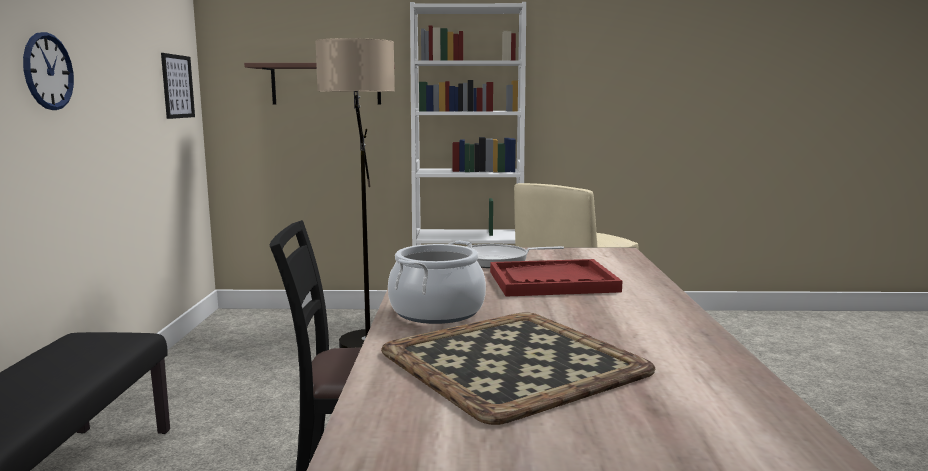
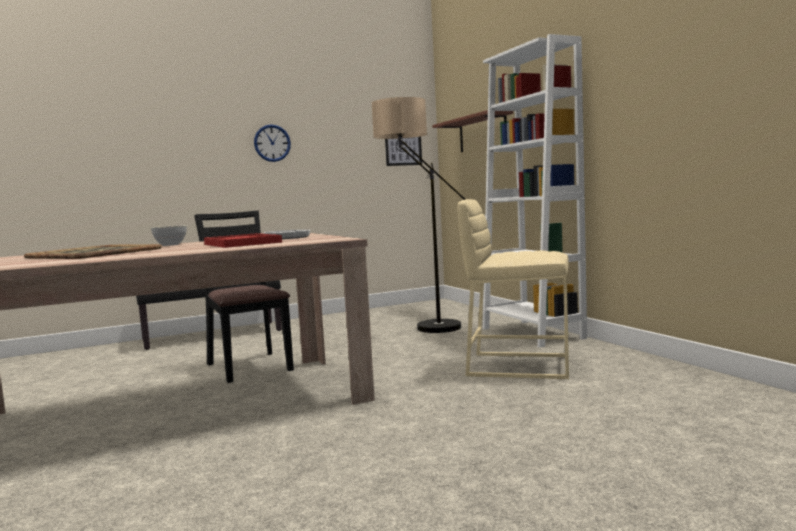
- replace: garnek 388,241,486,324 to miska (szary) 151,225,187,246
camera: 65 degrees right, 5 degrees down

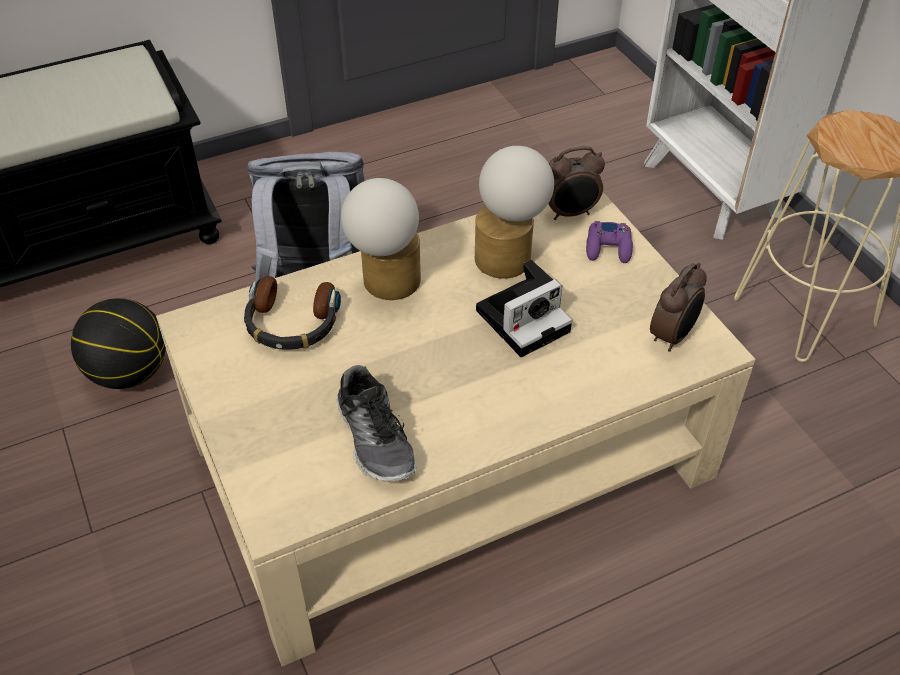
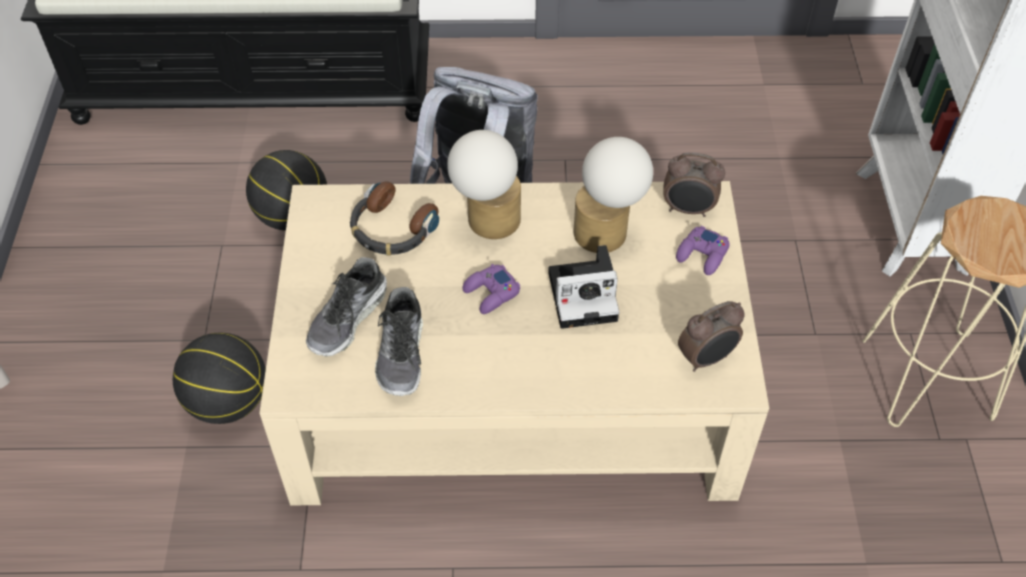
- insert: piłka do koszykówki 173,333,266,424
- insert: but 306,257,387,356
- insert: pad do gier (fioletowy) 462,264,520,314
camera: 25 degrees right, 5 degrees up

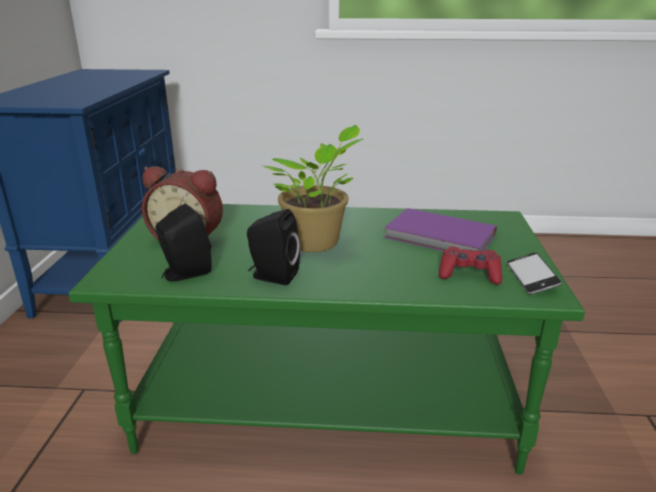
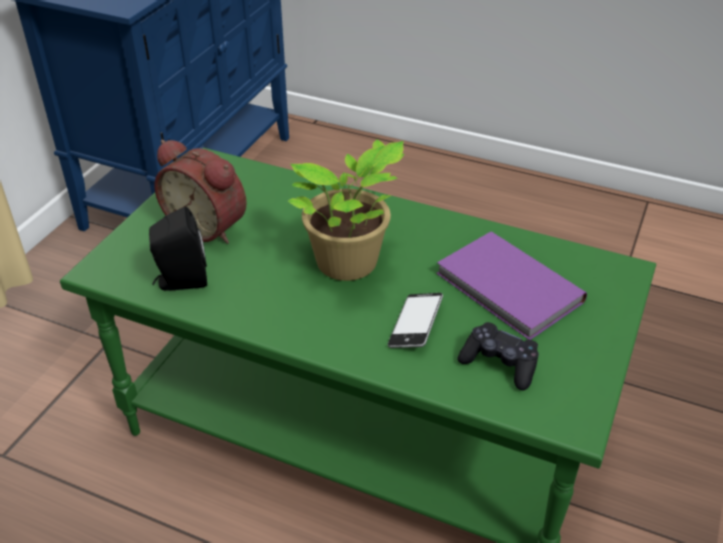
- delete: głośnik (czarny) 247,209,300,285
- move: telefon 507,252,562,295 to 388,293,443,348
- recolor: pad do gier (czerwony) 439,247,502,284 to pad do gier (czarny) 457,322,539,391
camera: 20 degrees right, 15 degrees up

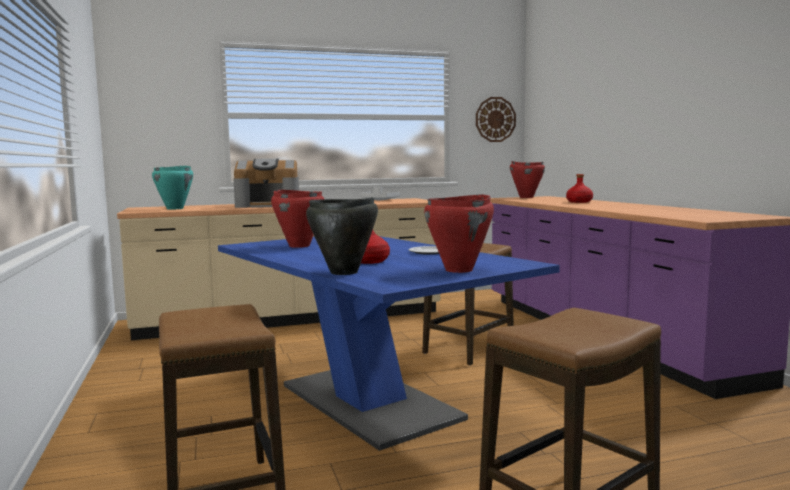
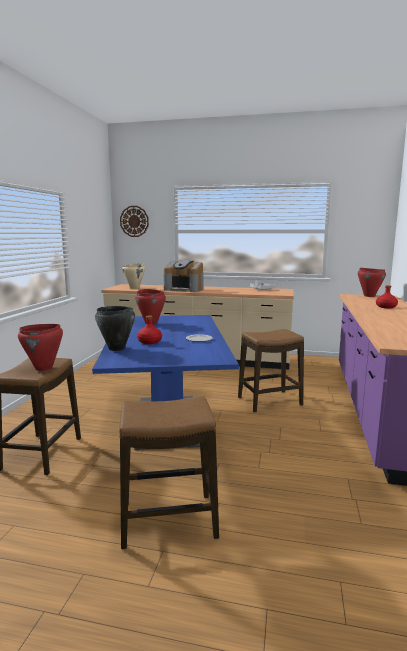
- move: garnek (czerwony) 424,194,494,273 to 18,324,63,371
- move: zegar ścienny 476,97,516,142 to 120,206,149,237
- recolor: garnek (turkusowy) 152,166,193,210 to garnek (beżowy) 122,263,145,289
camera: 30 degrees right, 5 degrees up

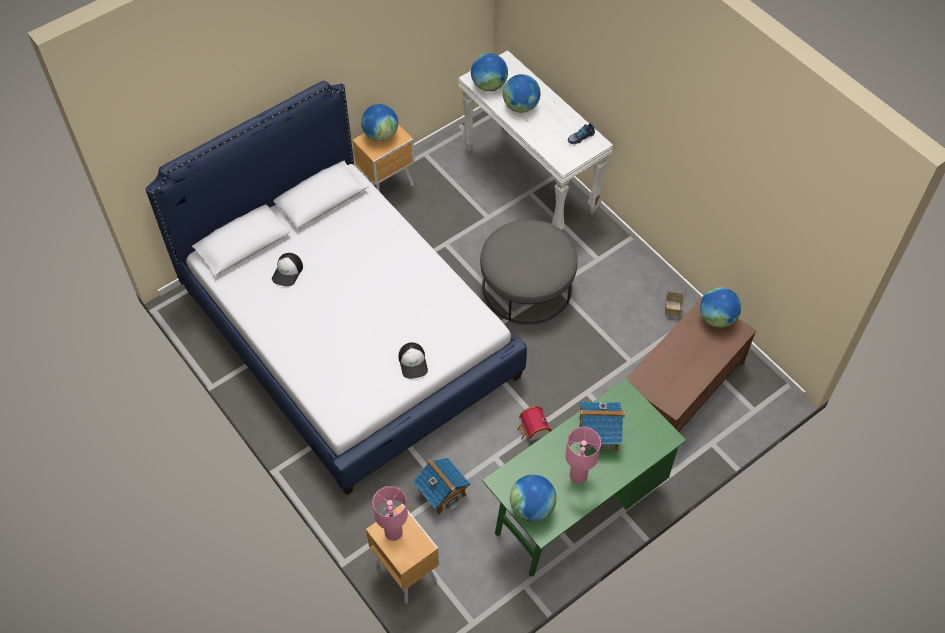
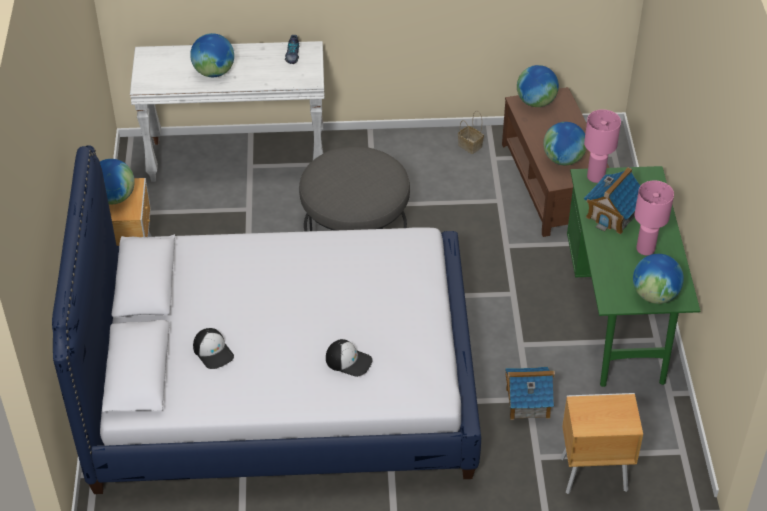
- delete: domek 517,406,552,442
- move: lampa stołowa (różowy) 372,486,408,541 to 584,109,621,183
- move: czapka z daszkiem 399,342,428,379 to 326,339,373,377
- move: globus 471,53,508,91 to 543,122,586,165
camera: 55 degrees left, 10 degrees down

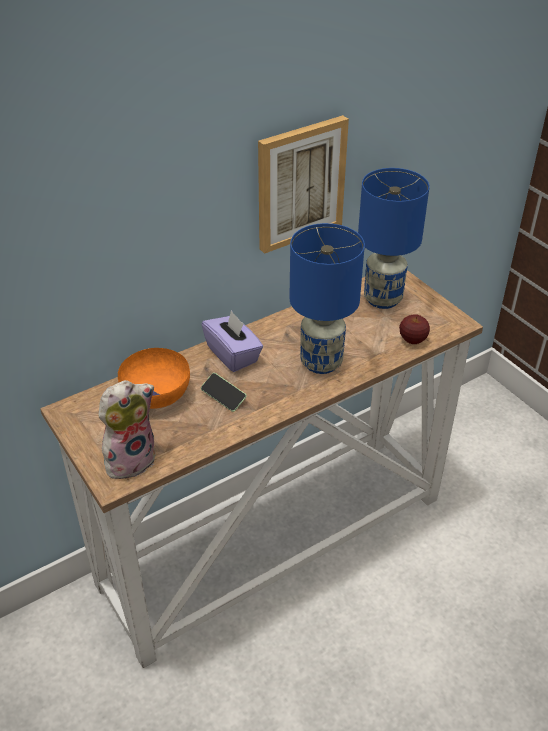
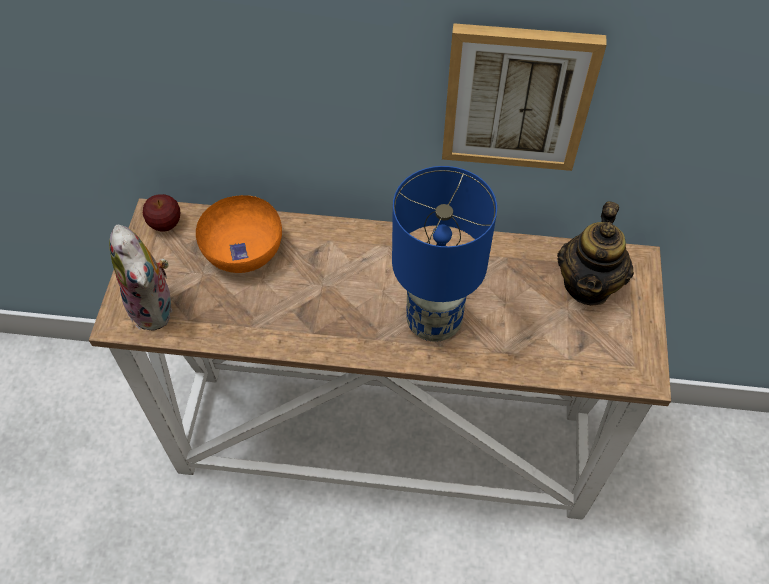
- delete: pudełko chusteczek (fioletowy) 201,310,263,372
- delete: telefon 201,373,247,412
- move: jabłko 399,314,430,344 to 143,194,180,232
- replace: lampa stołowa (niebieski) 358,168,430,309 to imbryk 557,201,634,306
- rotate: pluszak 99,380,156,479 = 109,225,172,330 60 degrees clockwise
camera: 40 degrees right, 15 degrees up

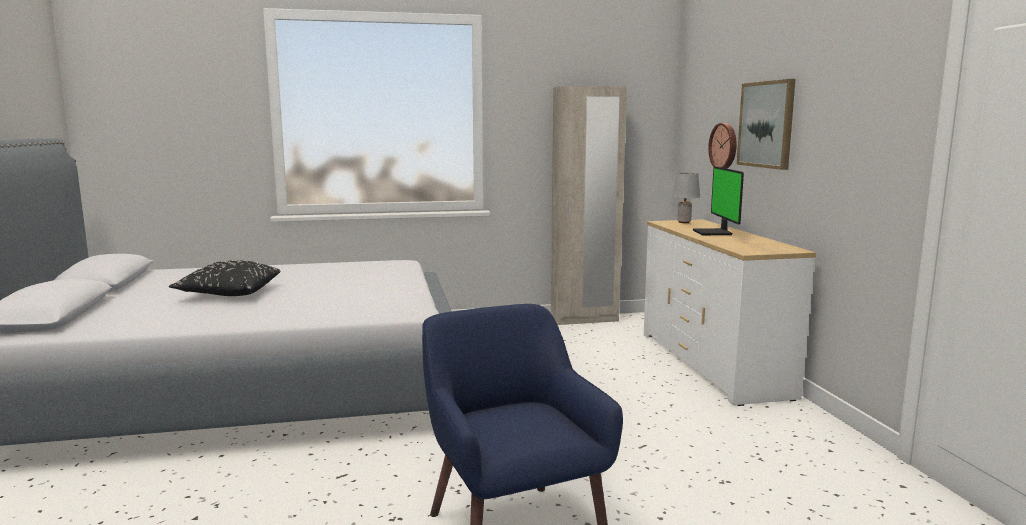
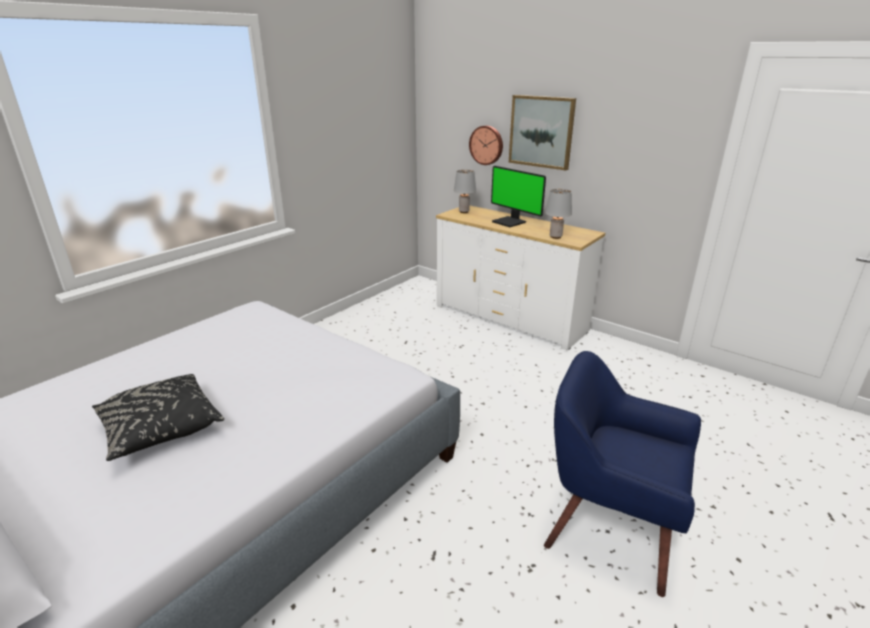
- delete: szafa (beżowy) 551,86,627,325
- insert: lampa stołowa (szary) 545,189,572,239
camera: 40 degrees left, 15 degrees up

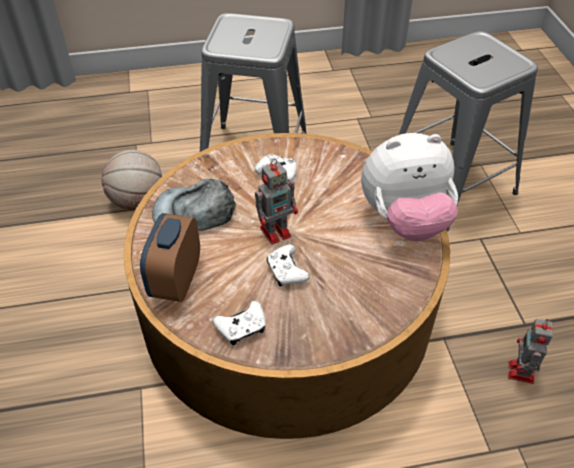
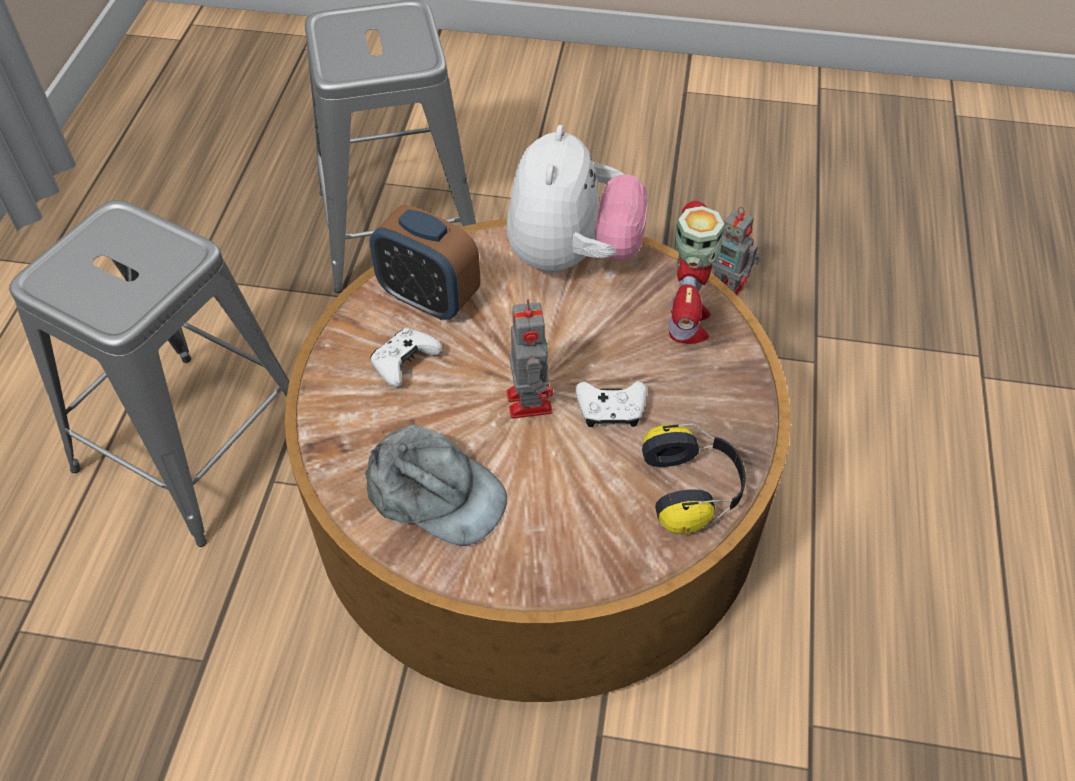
- delete: piłka do koszykówki 101,150,162,210
- insert: robot zabawkowy 669,201,725,344
- move: budzik 140,213,200,302 to 370,204,480,320
- replace: pad do gier (biały) 213,301,266,345 to słuchawki 642,423,746,534
- rotate: czapka z daszkiem (szary) 152,179,236,231 = 365,424,507,546 90 degrees counterclockwise
camera: 70 degrees left, 5 degrees up

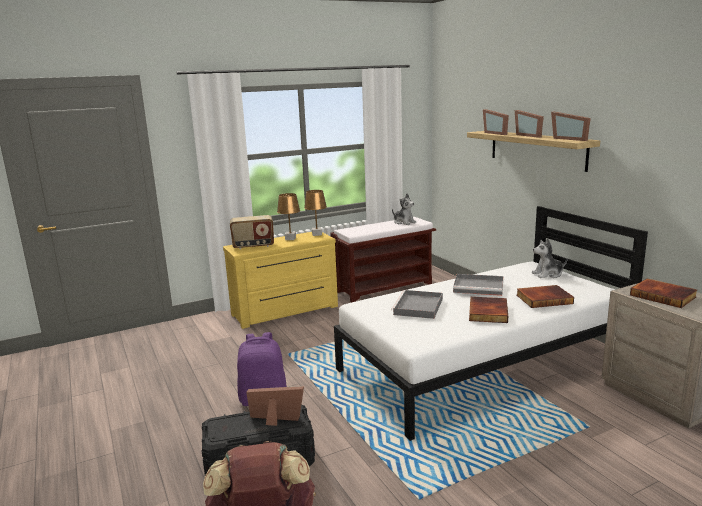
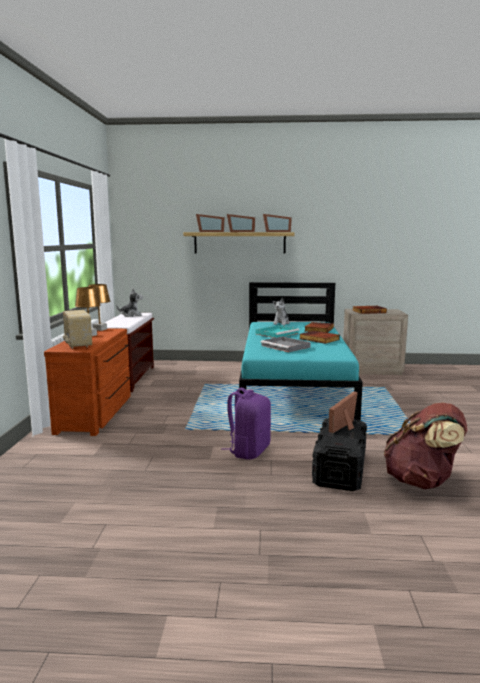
- recolor: komoda (żółty) 223,232,338,329 to komoda (brązowy) 44,328,131,436
- recolor: łóżko (biały) 334,206,648,441 to łóżko (turkusowy) 239,282,363,421
- recolor: taca (szary) 453,274,503,296 to taca (turkusowy) 255,325,299,338
- rotate: radio 230,215,274,249 = 63,310,92,349 135 degrees clockwise
camera: 60 degrees left, 5 degrees down

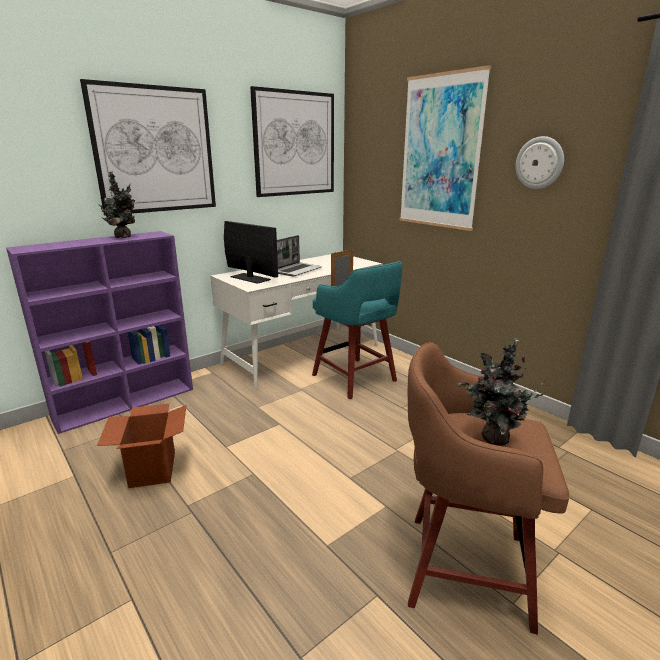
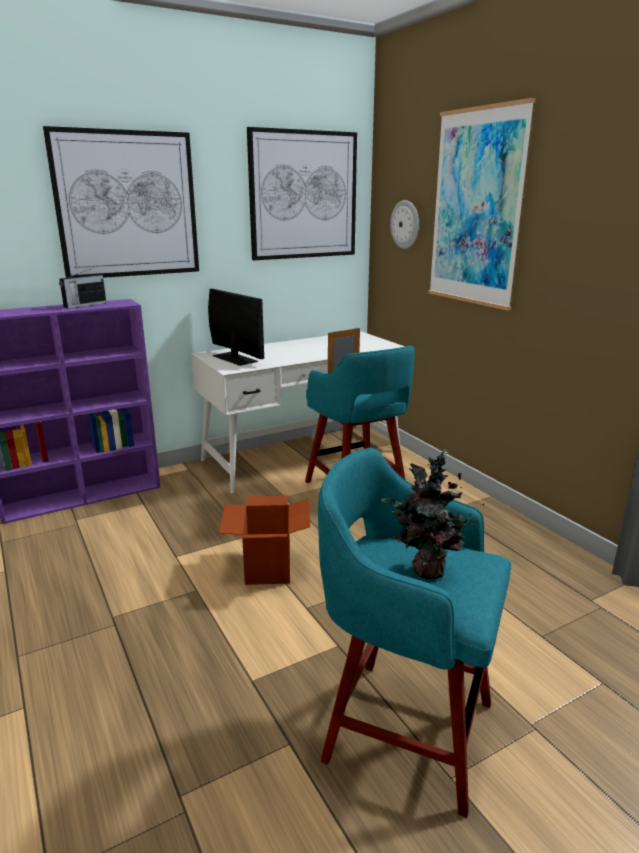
- delete: laptop 277,235,322,276
- move: karton 97,404,187,488 to 219,495,310,585
- move: zegar ścienny 515,136,564,189 to 390,200,419,249
- replace: roślina doniczkowa 98,172,135,238 to radio 59,267,106,308
- recolor: stołek (brązowy) 408,342,570,634 to stołek (turkusowy) 318,448,511,818
camera: 10 degrees right, 0 degrees up

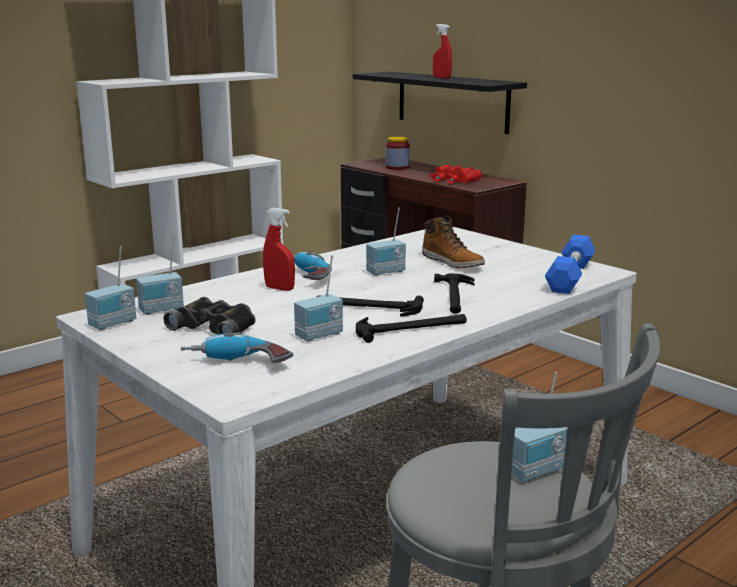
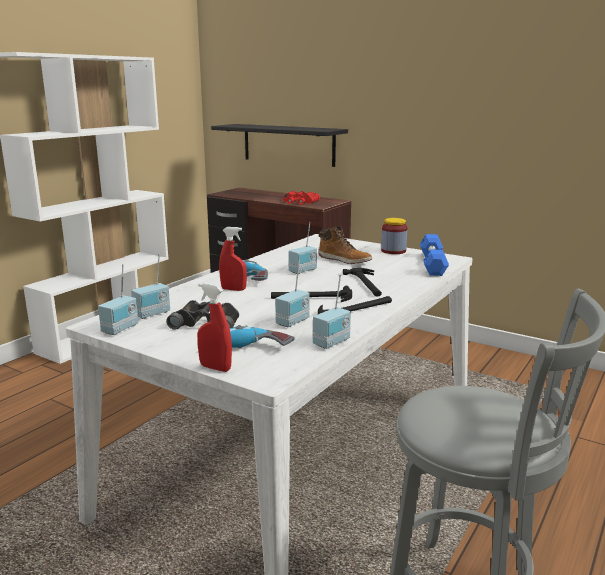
- move: słoik 386,136,410,170 to 381,218,408,254
- move: spryskiwacz (czerwony) 433,24,452,79 to 197,283,232,372
- move: radio 511,372,568,482 to 313,275,351,349
camera: 15 degrees left, 0 degrees up

